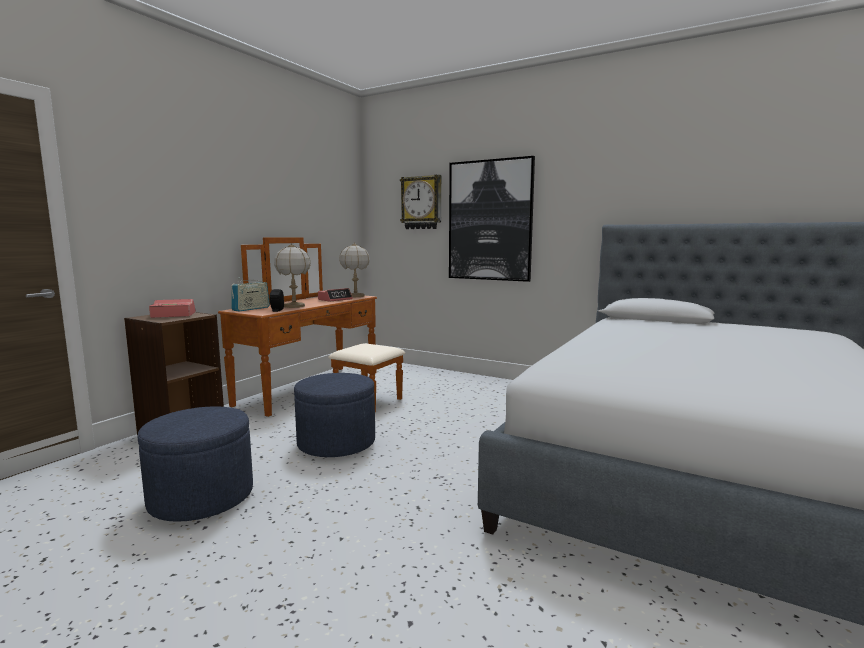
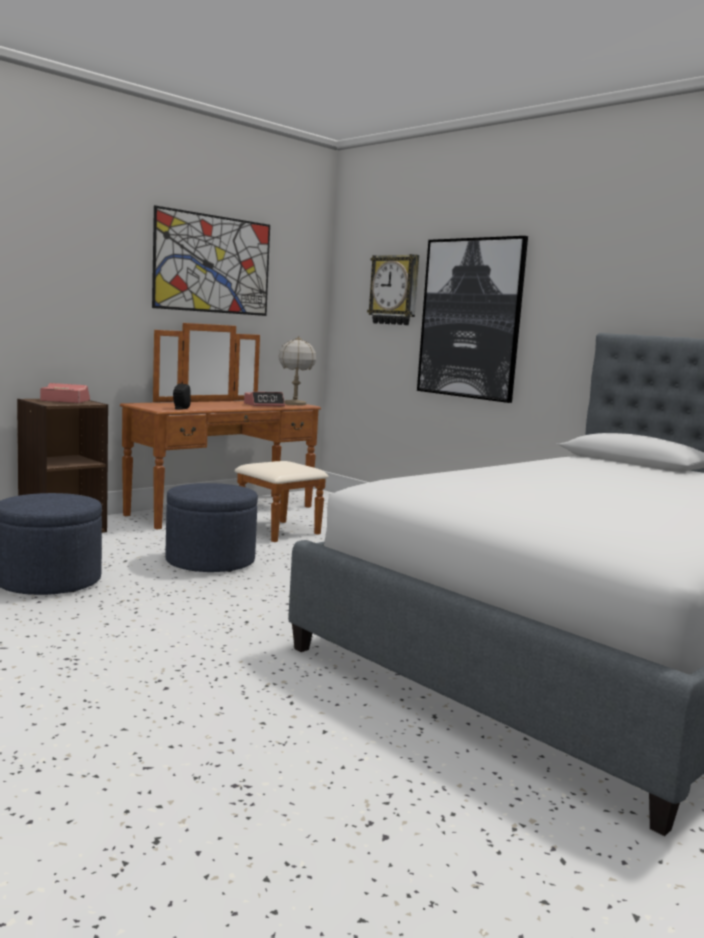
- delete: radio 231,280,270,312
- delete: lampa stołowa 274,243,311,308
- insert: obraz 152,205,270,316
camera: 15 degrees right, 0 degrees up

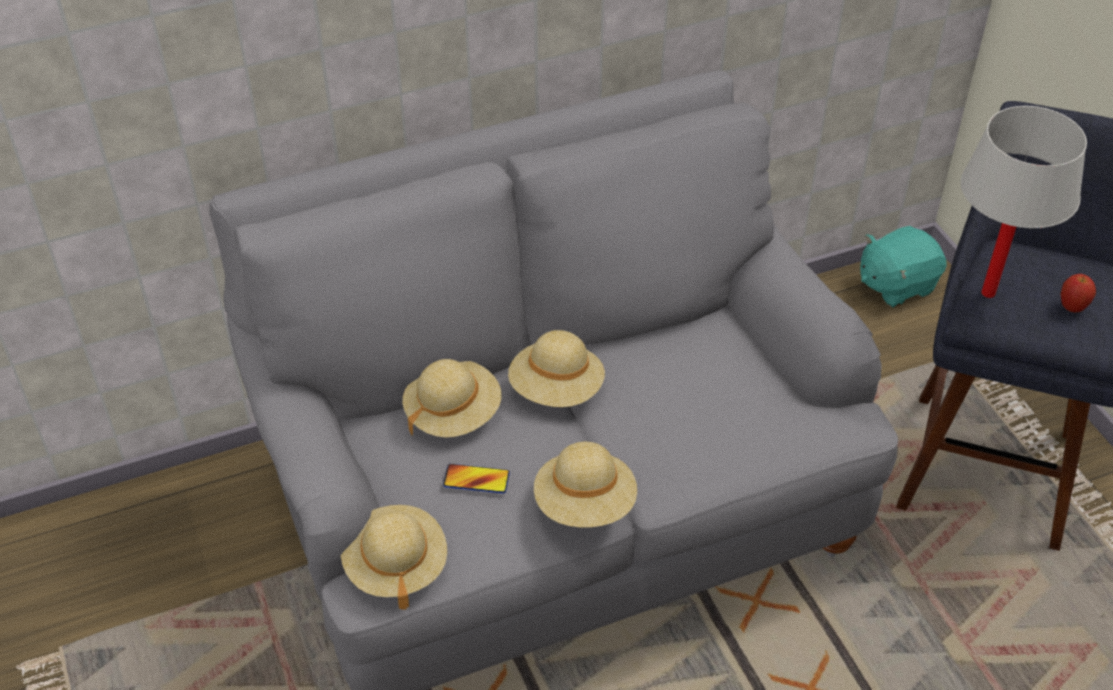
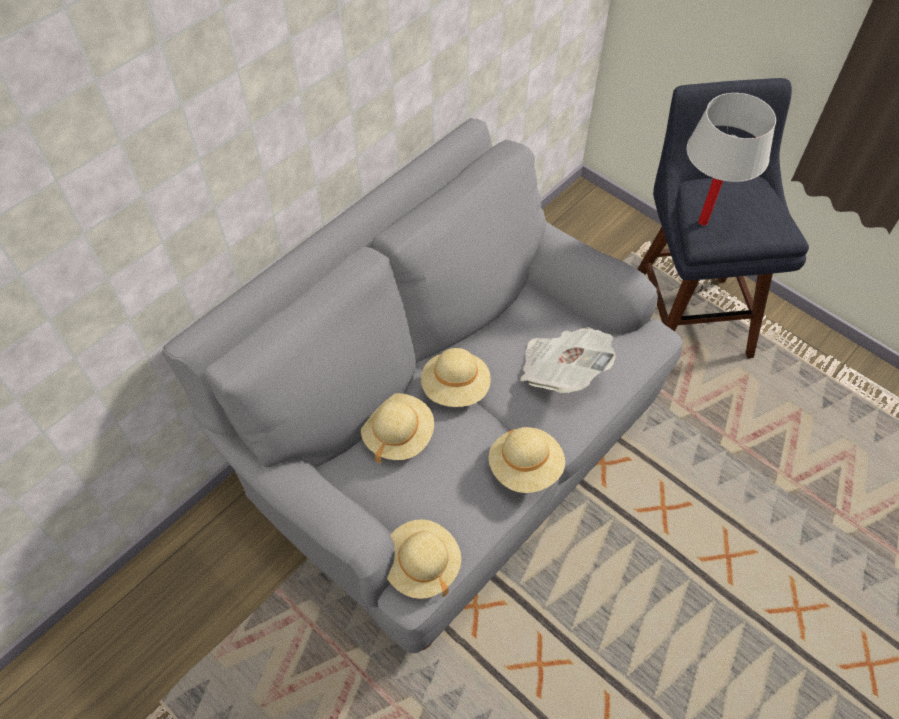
- delete: telefon 443,464,510,493
- delete: pluszak (turkusowy) 860,226,947,308
- delete: jabłko 1061,274,1096,313
- insert: gazeta 520,327,616,393
camera: 25 degrees left, 10 degrees up

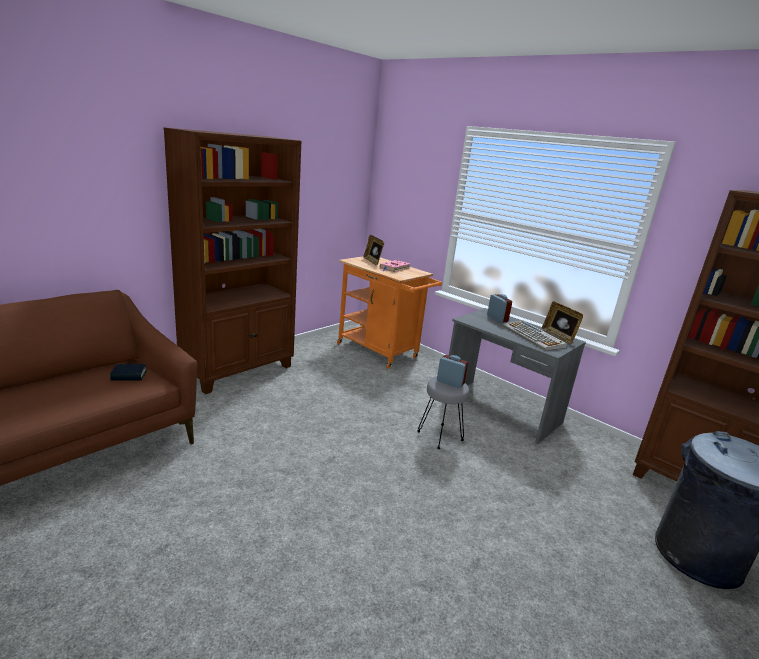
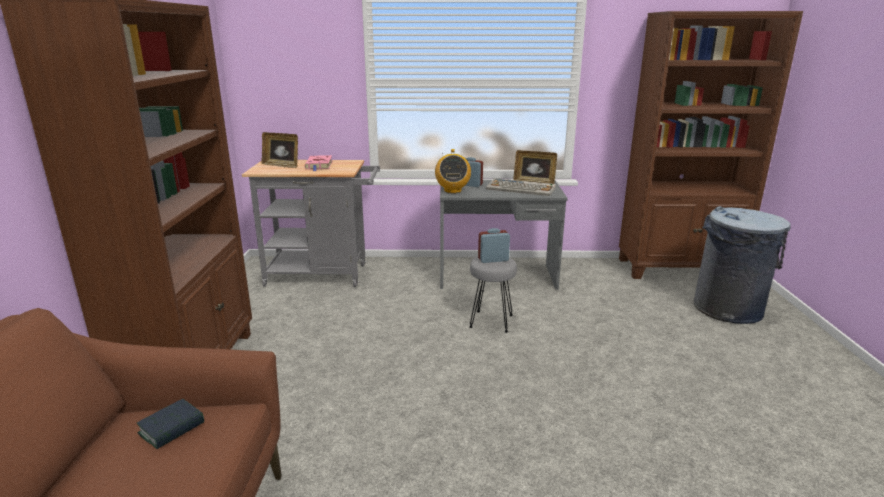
- insert: radio 435,149,471,193
- recolor: wózek (pomarańczowy) 337,256,442,369 to wózek (szary) 242,160,380,287
camera: 40 degrees left, 0 degrees up

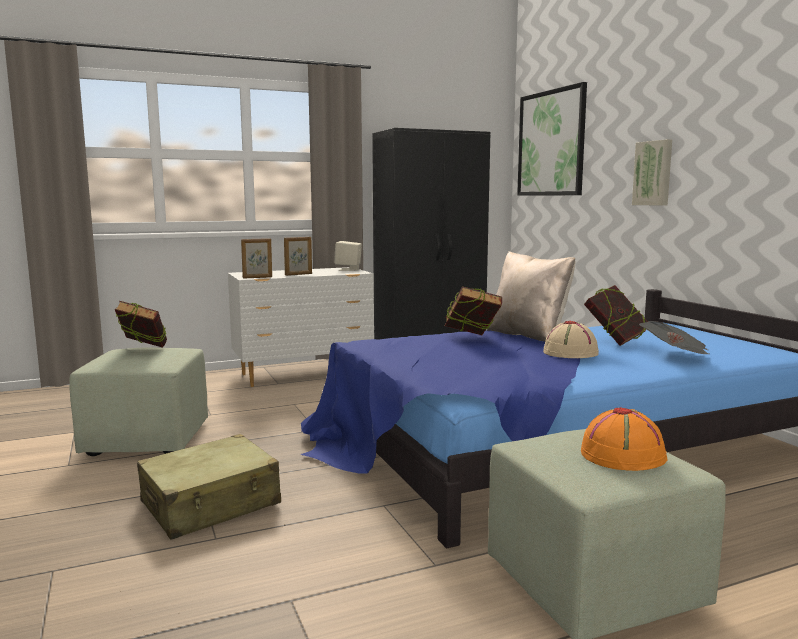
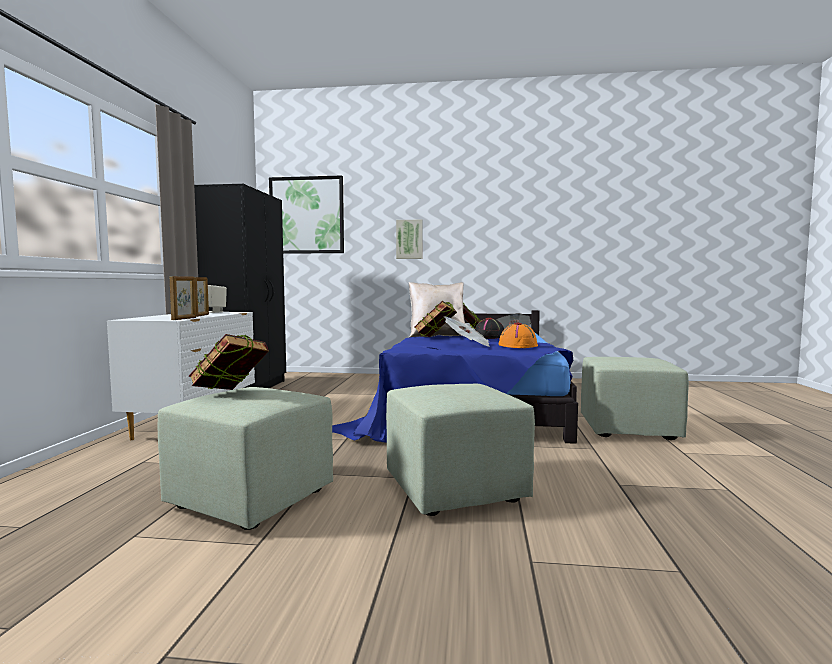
- insert: gazeta 444,316,490,347
- move: kapelusz (pomarańczowy) 581,407,667,471 to 499,323,538,348
- replace: walizka (beżowy) 137,434,281,540 to pufa (zielony) 386,384,535,516
- recolor: kapelusz (beżowy) 543,320,599,358 to kapelusz (czarny) 475,318,504,339
camera: 60 degrees left, 5 degrees down

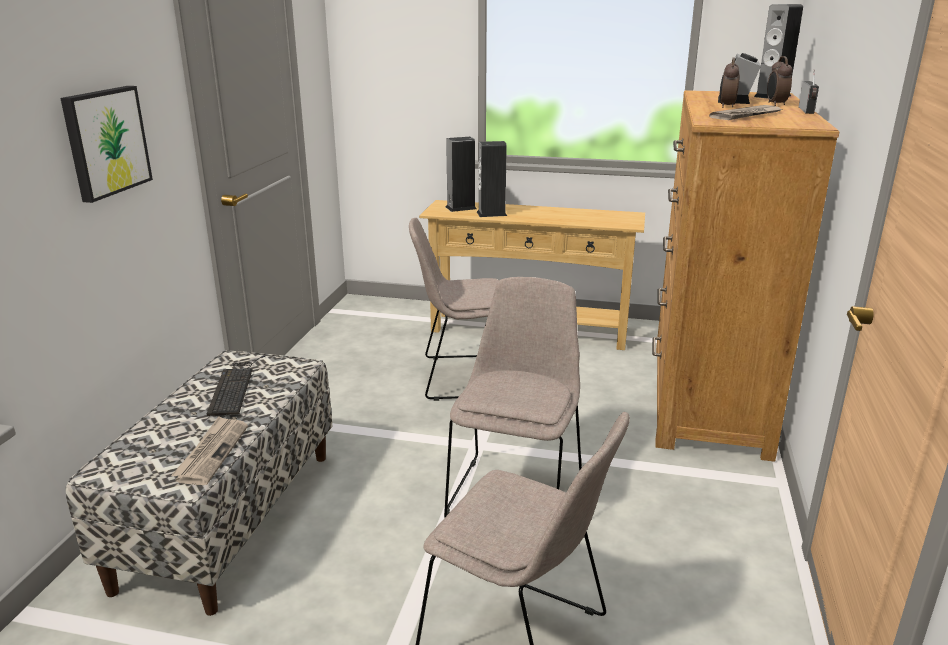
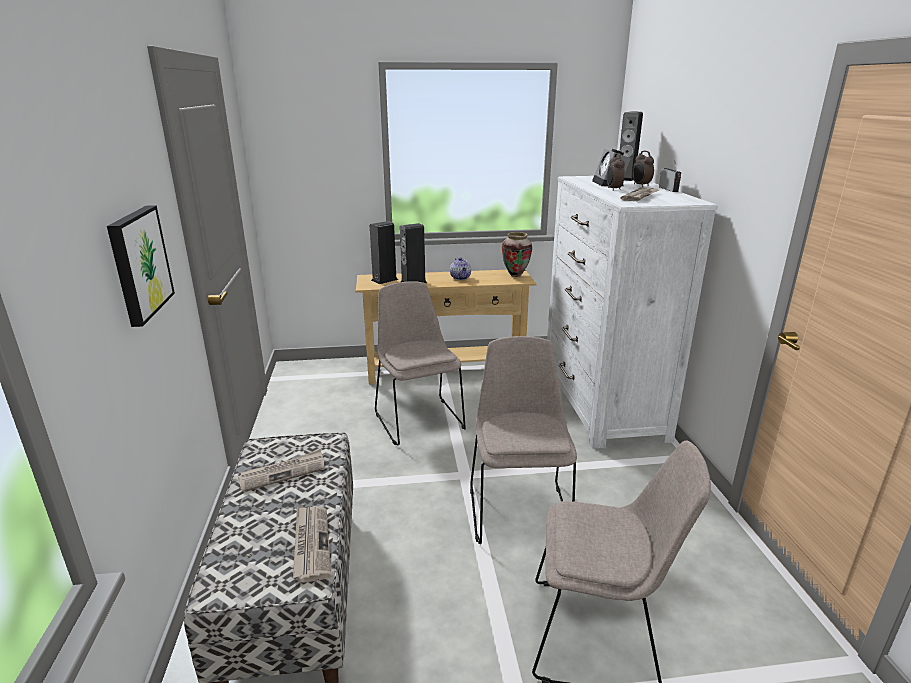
- insert: imbryk 450,257,471,280
- insert: wazon 502,232,532,277
- replace: klawiatura 207,356,265,416 to gazeta 238,450,325,492
- recolor: komoda (brązowy) 652,90,839,462 to komoda (biały) 547,176,718,449
- rotate: krzesło (beżowy) 409,218,499,401 = 375,281,466,445 90 degrees clockwise
camera: 20 degrees left, 0 degrees up

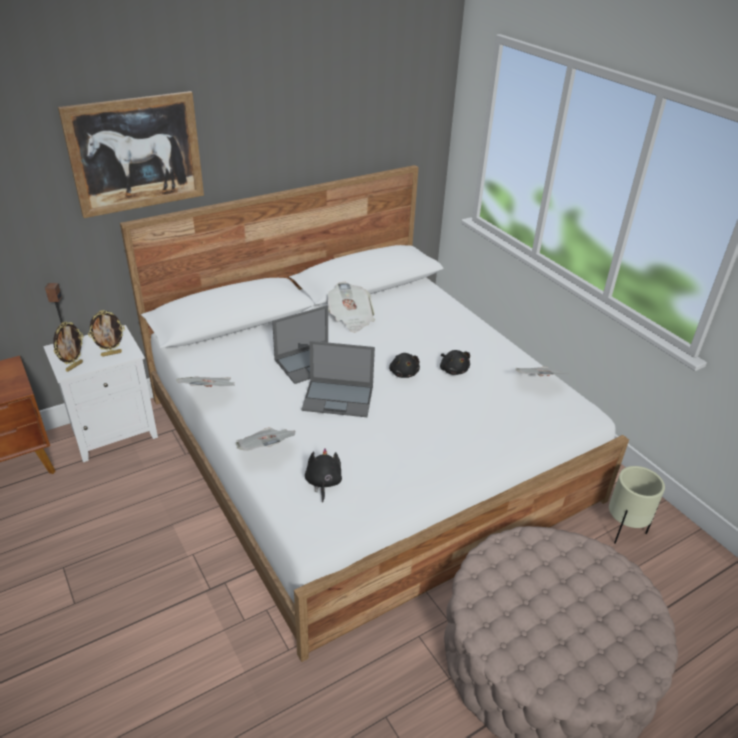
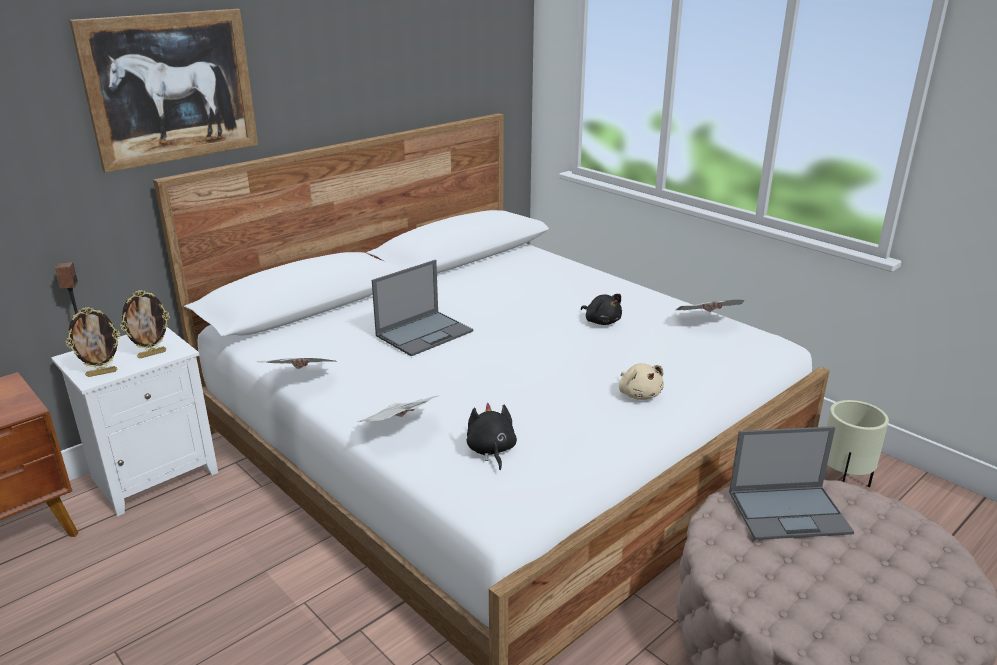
- delete: gazeta 328,282,375,333
- delete: pluszak (czarny) 389,353,420,378
- insert: pluszak (beżowy) 619,363,664,400
- move: laptop 302,341,375,417 to 729,426,854,540
- rotate: ramka na zdjęcie 53,322,84,372 = 66,307,121,377 45 degrees clockwise
camera: 10 degrees left, 10 degrees down

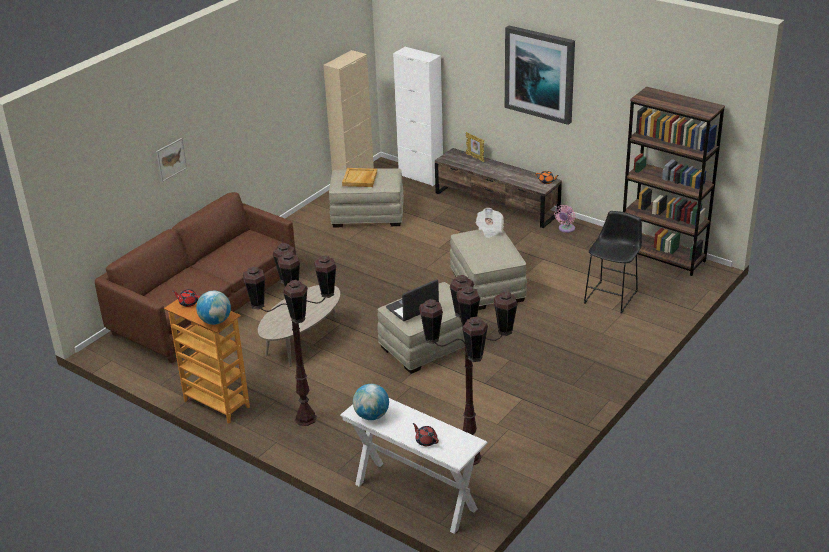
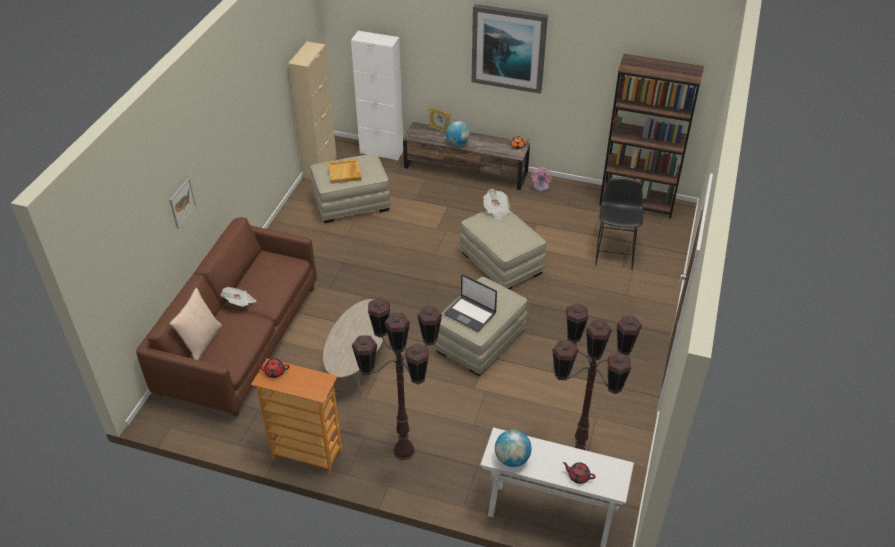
- insert: poduszka (beżowy) 169,287,222,360
- insert: gazeta 220,287,256,307
- move: globus 196,291,231,325 to 446,121,470,146
- rotate: laptop 386,279,439,321 = 444,274,497,332 90 degrees counterclockwise
camera: 20 degrees left, 10 degrees up

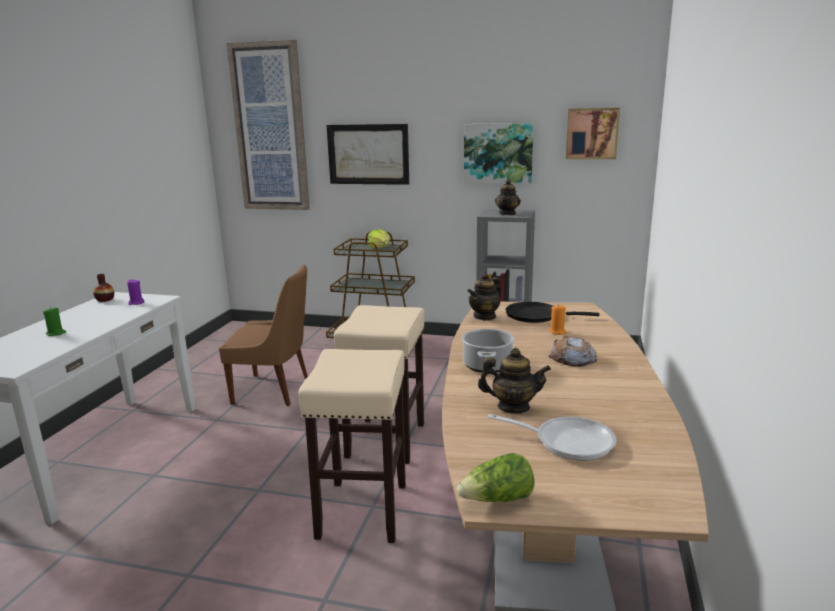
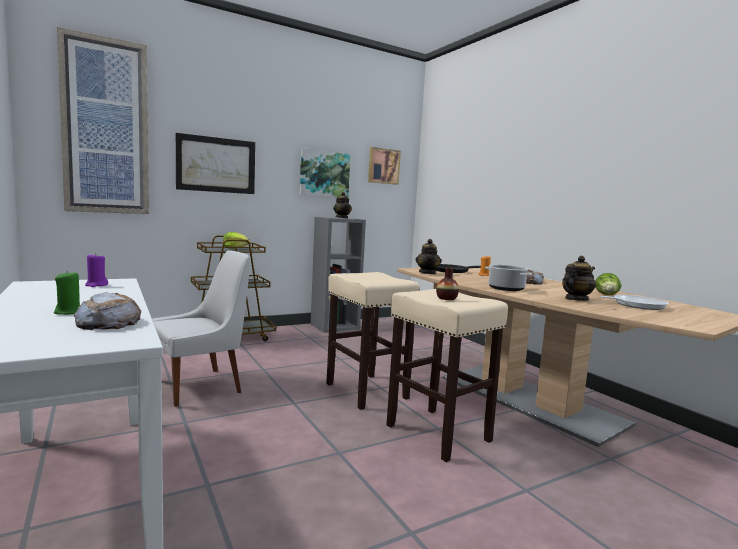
- insert: chleb 74,292,141,330
- move: wazon 93,274,114,302 to 436,267,459,300
- move: sałata 457,453,535,502 to 595,273,621,295
- recolor: krzesło (brązowy) 219,265,308,406 to krzesło (biały) 152,250,250,407
camera: 45 degrees left, 10 degrees down

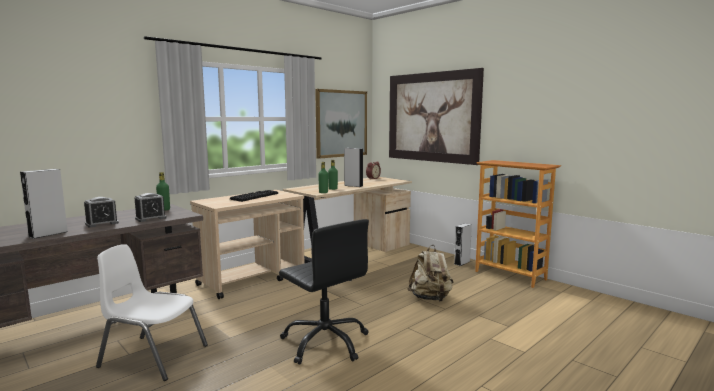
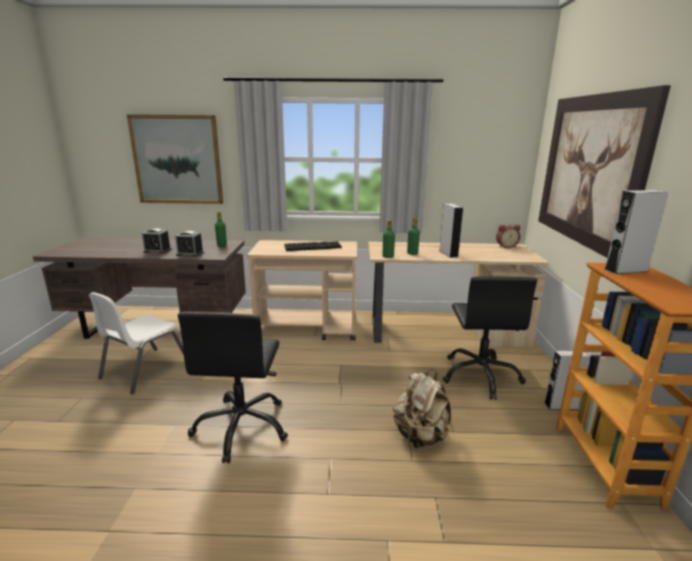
- insert: krzesło biurowe (czarny) 442,276,537,400
- move: głośnik (szary) 20,169,68,239 to 604,190,669,274
- move: obraz 315,89,367,159 to 127,114,223,204
- rotate: krzesło (biały) 96,244,208,381 = 89,292,184,394 120 degrees counterclockwise
camera: 45 degrees right, 10 degrees up

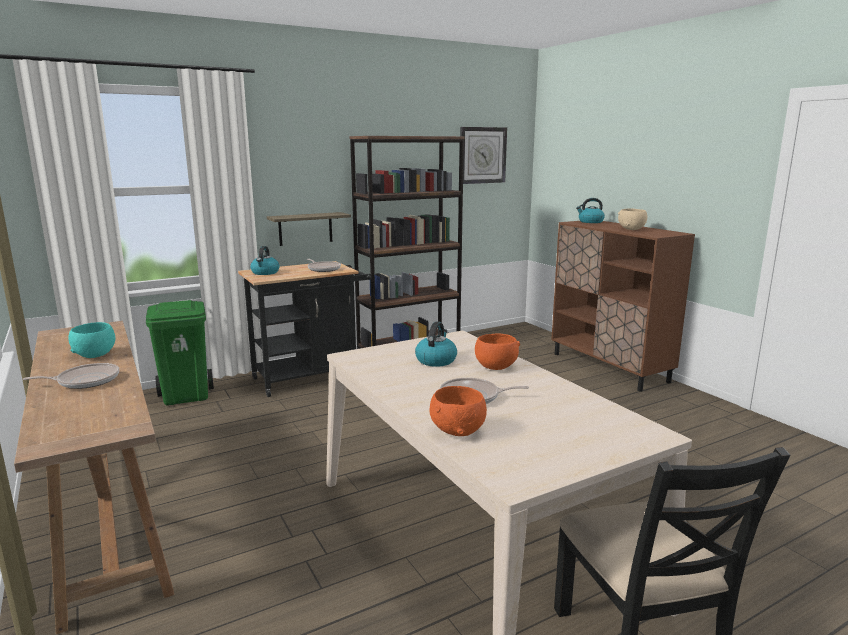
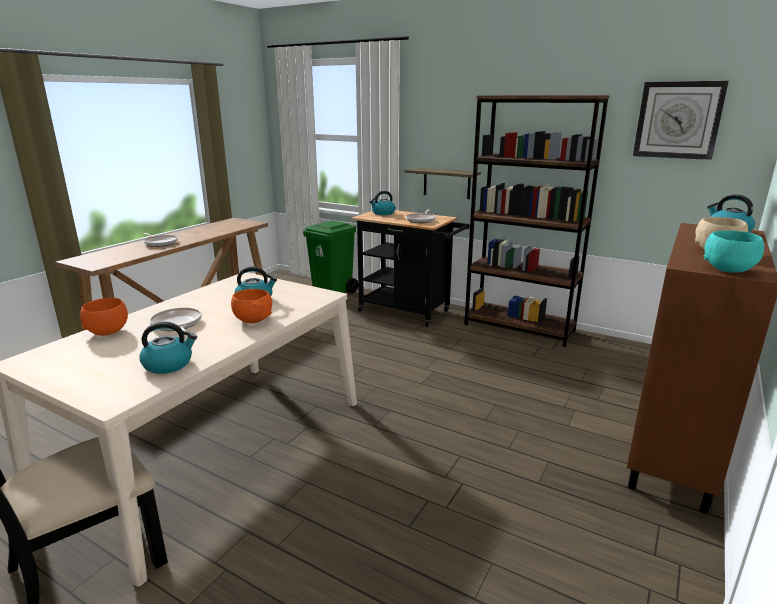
- insert: czajnik 140,322,197,374
- move: miska (turkusowy) 68,322,115,358 to 703,231,764,272
camera: 60 degrees right, 5 degrees up

